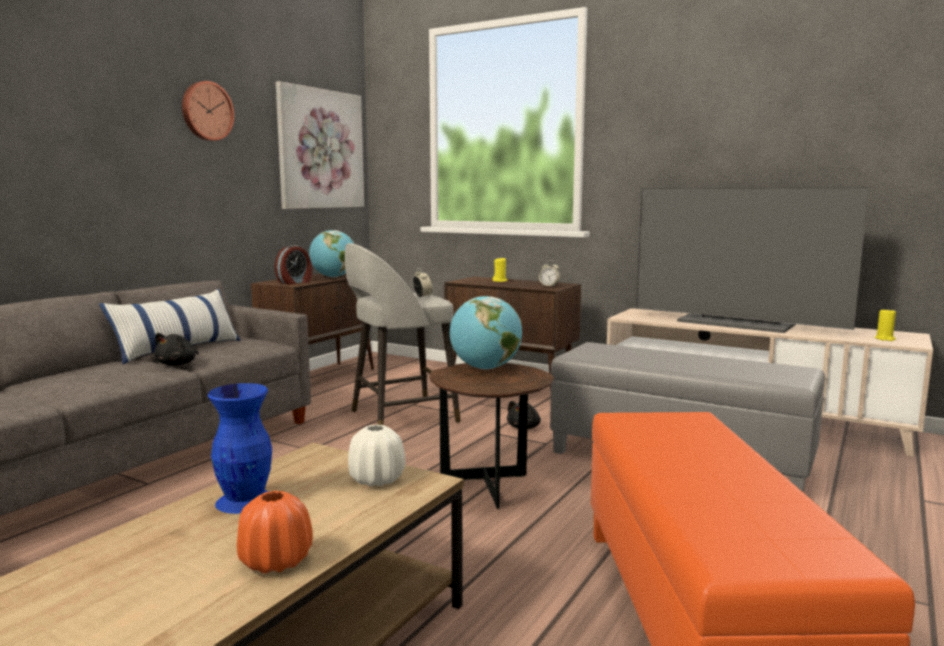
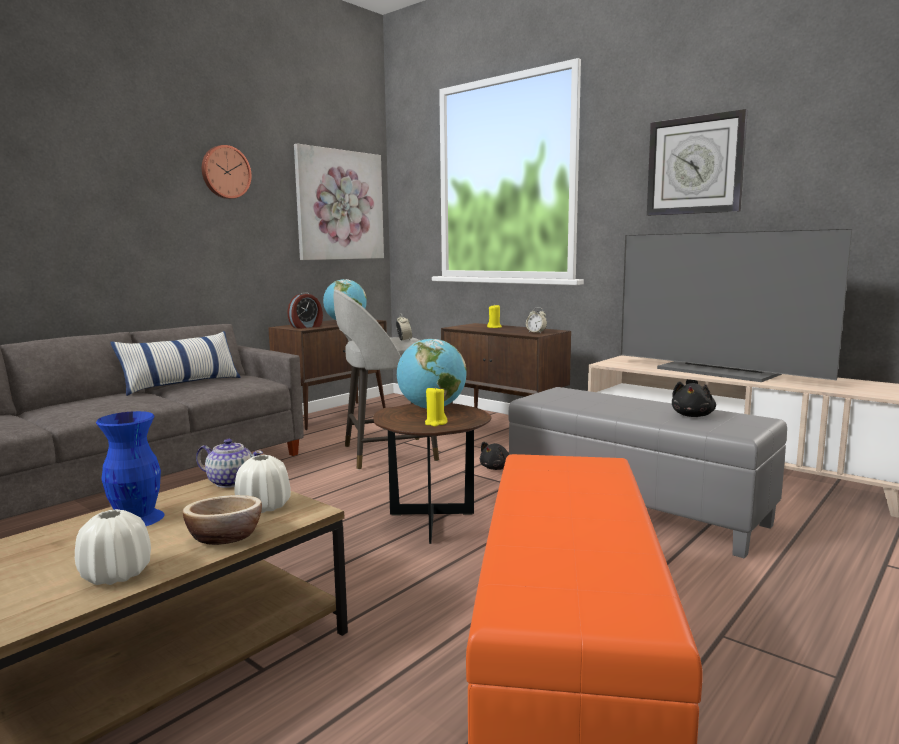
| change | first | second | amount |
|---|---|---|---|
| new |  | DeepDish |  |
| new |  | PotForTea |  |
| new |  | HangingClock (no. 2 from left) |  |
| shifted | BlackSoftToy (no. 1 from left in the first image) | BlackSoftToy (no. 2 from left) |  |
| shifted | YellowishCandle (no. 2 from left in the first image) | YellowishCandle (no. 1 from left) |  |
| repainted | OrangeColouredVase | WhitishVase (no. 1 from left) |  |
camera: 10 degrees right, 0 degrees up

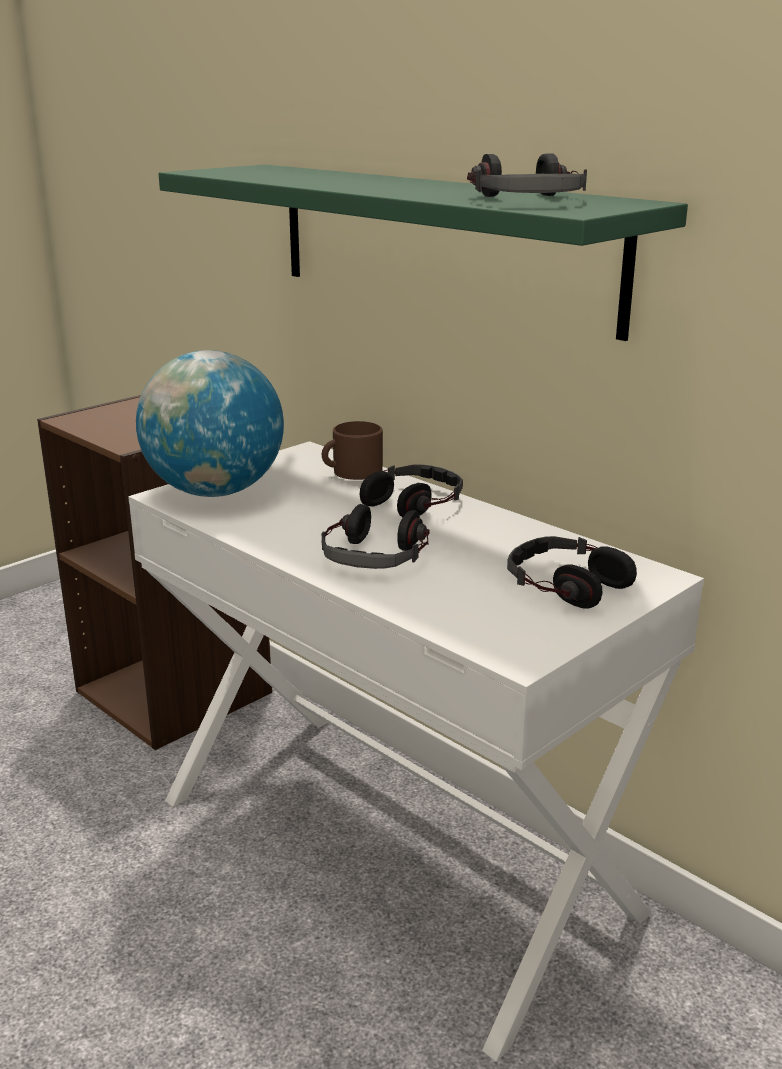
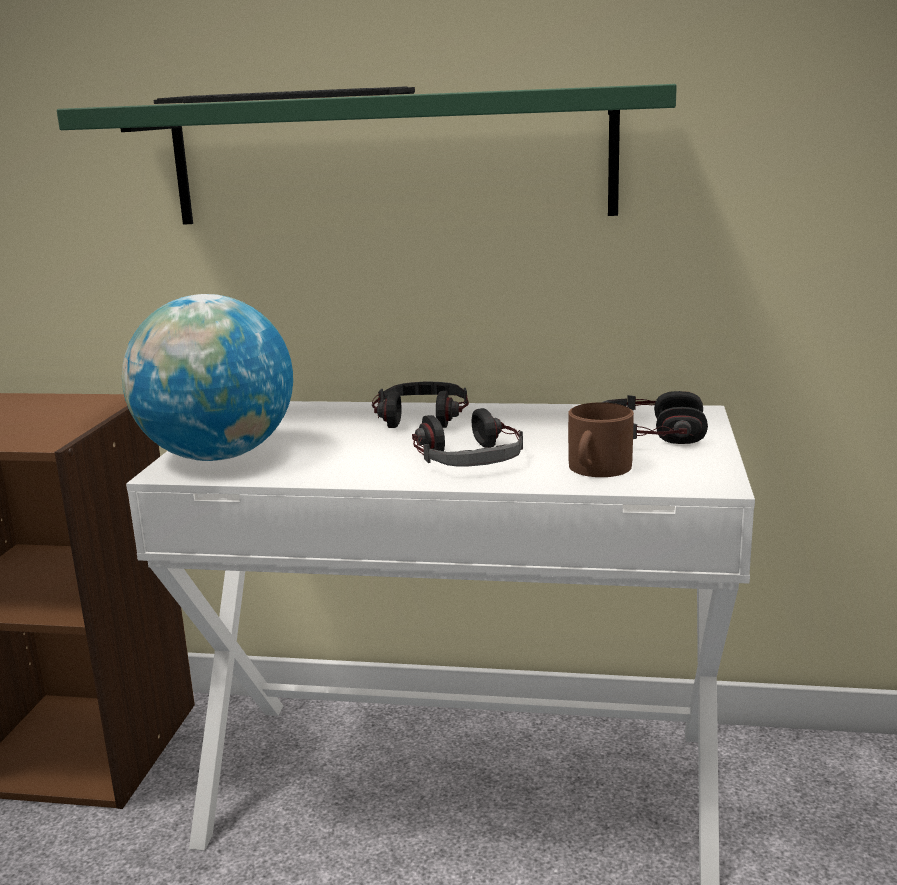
| change | first | second | amount |
|---|---|---|---|
| gone | Headphones (no. 3 from left) |  |  |
| new |  | Keyboard |  |
| shifted | BrownTeaMug |  |  |
camera: 35 degrees left, 5 degrees down

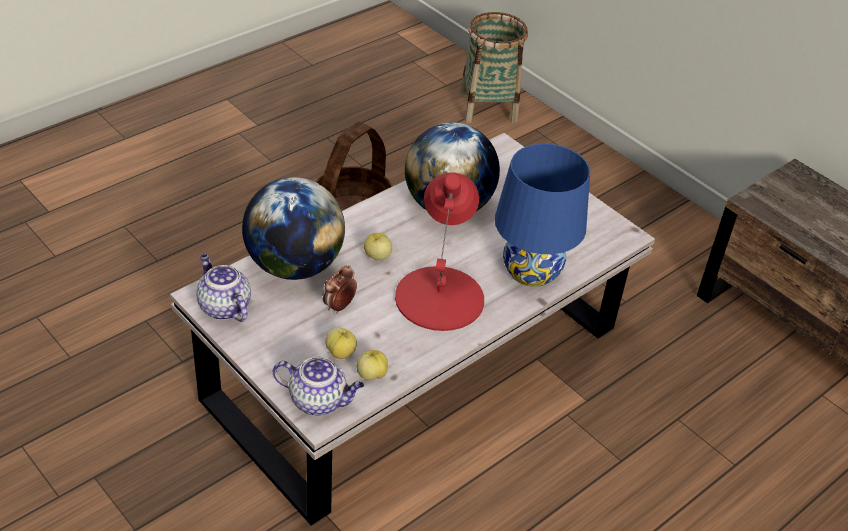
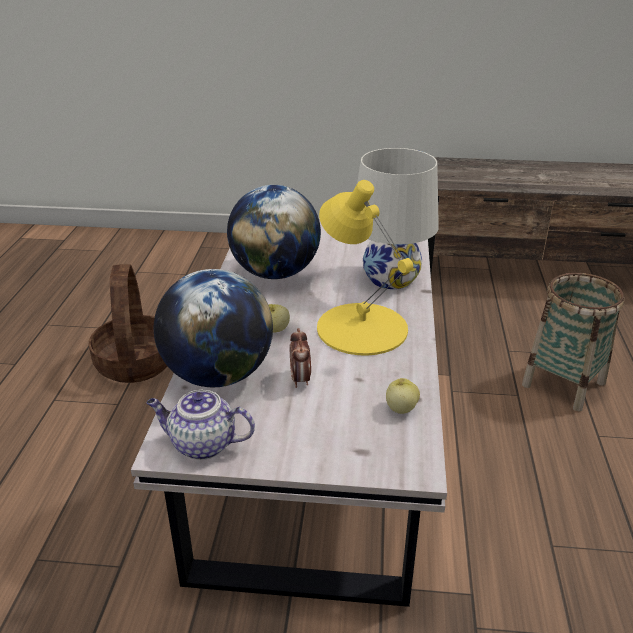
| change | first | second | amount |
|---|---|---|---|
| gone | PotForTea (no. 2 from left) |  |  |
| gone | WholeApple (no. 1 from left) |  |  |
| shifted | Basket (no. 2 from left) |  |  |
| repainted | ReddishLampForATable | YellowishLampForATable |  |
| repainted | BluishLampForATable | WhitishLampForATable |  |
camera: 40 degrees left, 10 degrees down

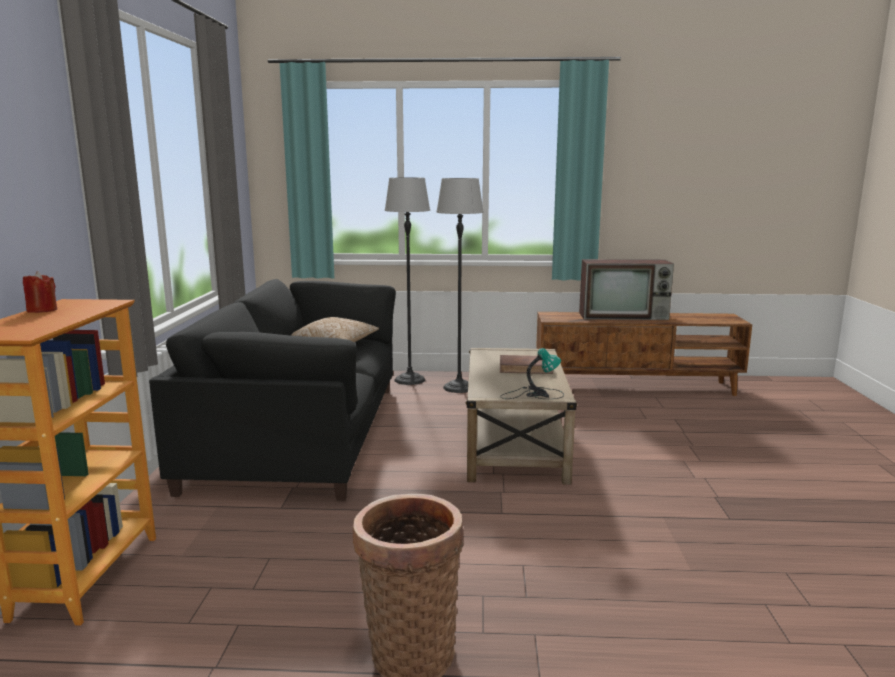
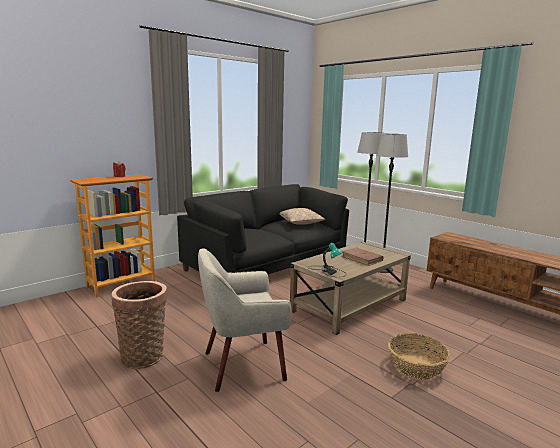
| change | first | second | amount |
|---|---|---|---|
| gone | Television |  |  |
| new |  | BeigeArmchair |  |
| new |  | Basket (no. 2 from left) |  |
camera: 45 degrees right, 0 degrees up

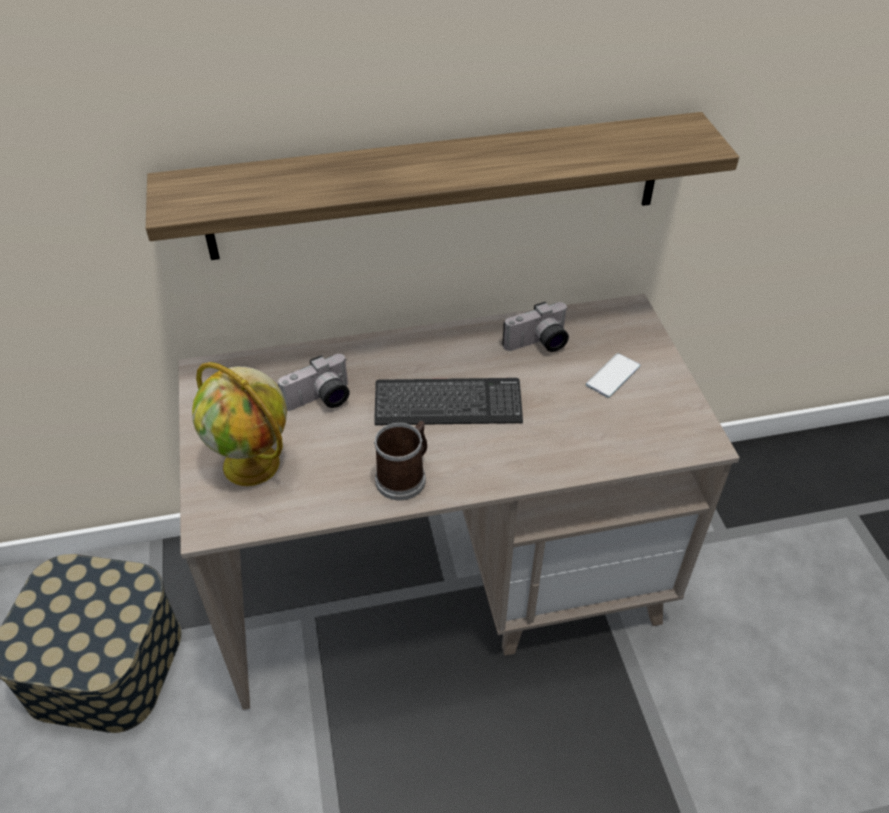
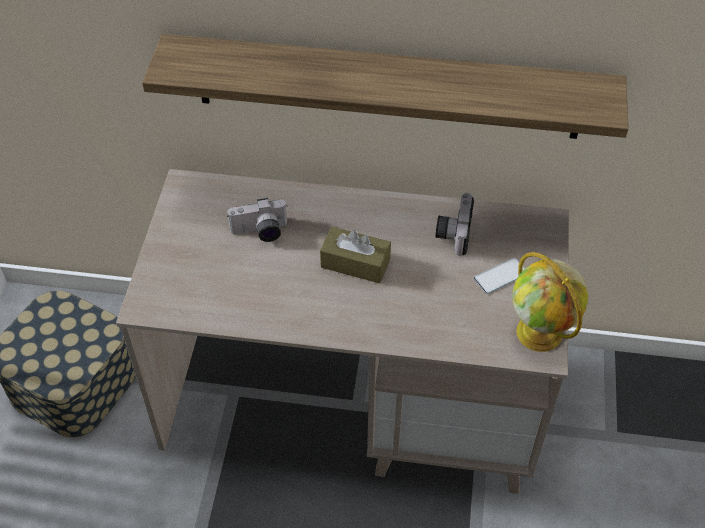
| change | first | second | amount |
|---|---|---|---|
| gone | TeaMug |  |  |
| shifted | DeskGlobe |  |  |
| swapped | Keyboard | BrownBoxOfTissues |  |
| rotated | PhotoCamera (no. 2 from left) |  | 105 degrees clockwise |
camera: 20 degrees right, 5 degrees up

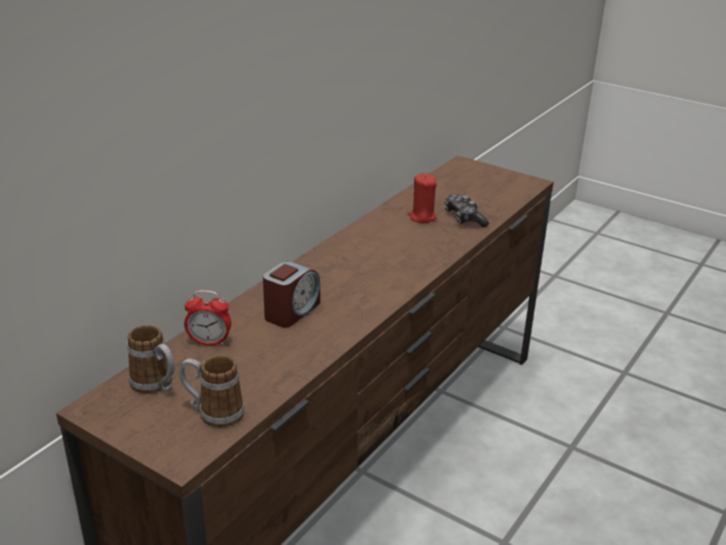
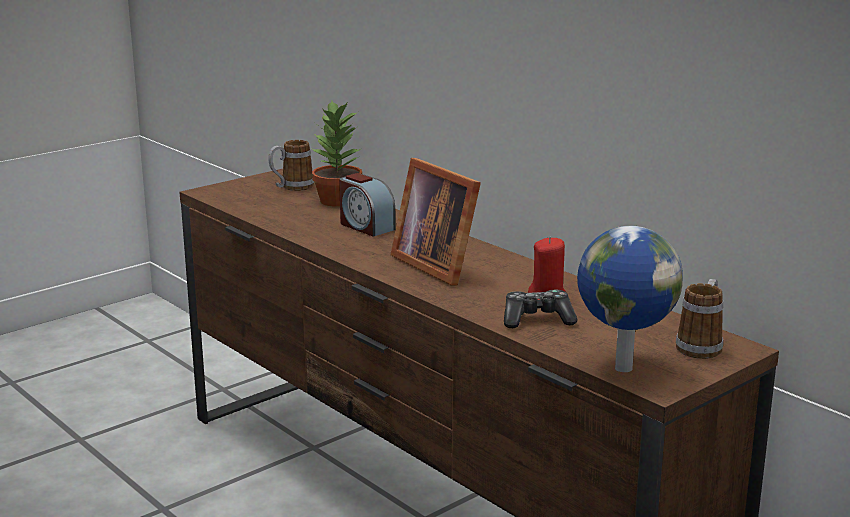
| change | first | second | amount |
|---|---|---|---|
| new |  | PictureFrame |  |
| new |  | DeskGlobe |  |
| shifted | TeaMug (no. 2 from left) |  |  |
| swapped | BedsideClock (no. 1 from left) | PottedPlant |  |
camera: 105 degrees right, 10 degrees down

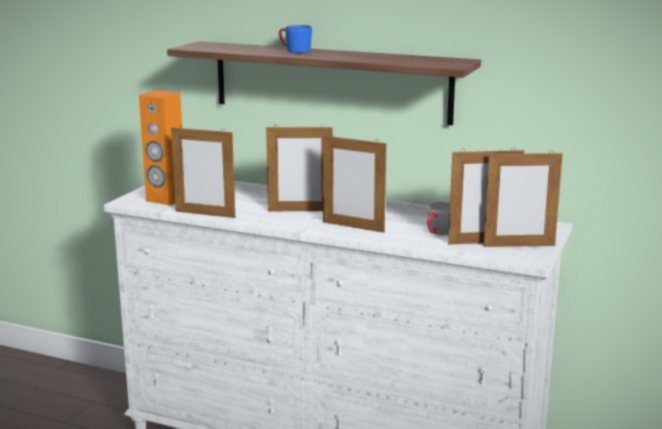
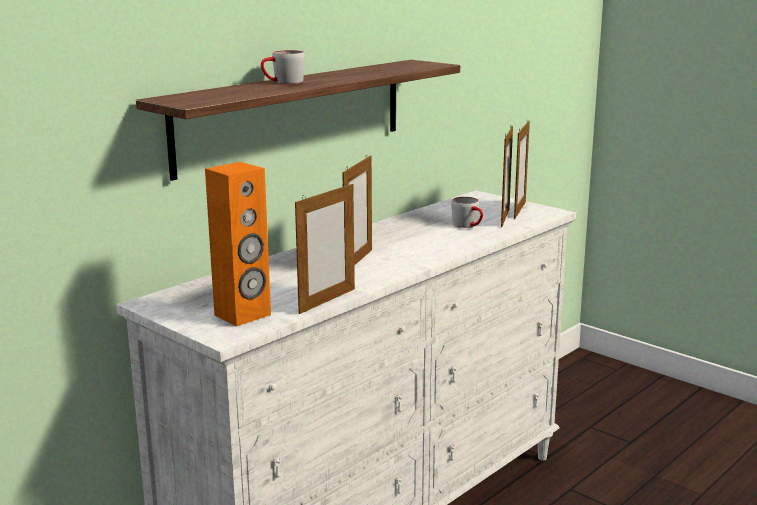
| change | first | second | amount |
|---|---|---|---|
| gone | PictureFrame (no. 3 from left) |  |  |
| repainted | BluishTeaMug | GreyishTeaMug (no. 1 from left) |  |
camera: 70 degrees left, 0 degrees up

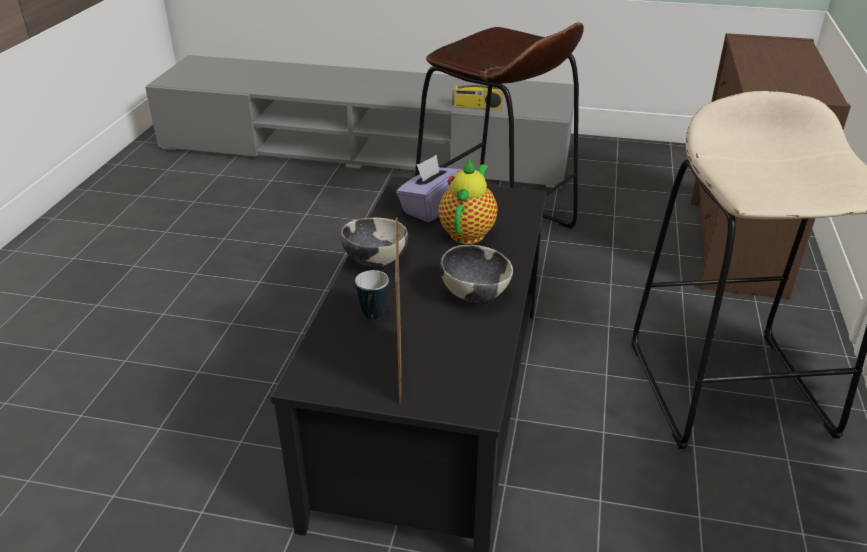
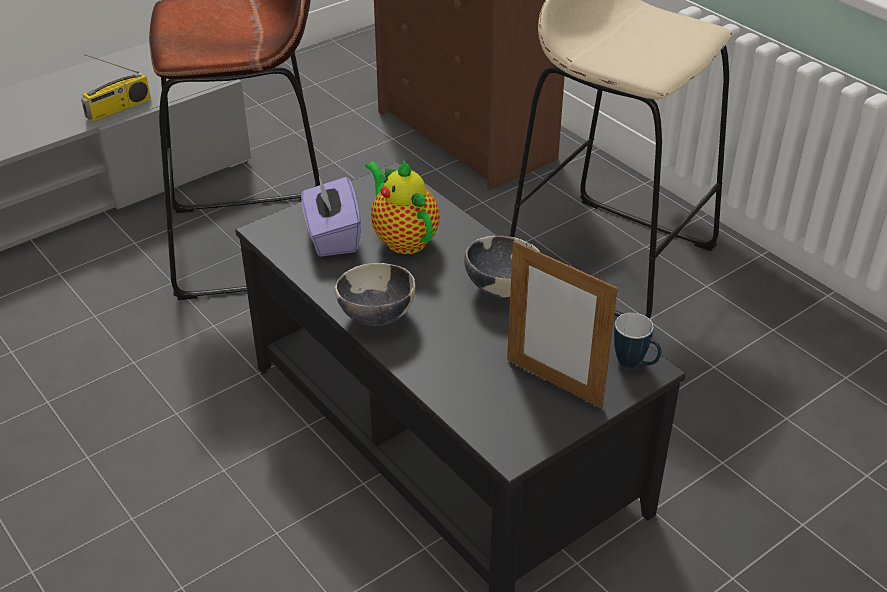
| change | first | second | amount |
|---|---|---|---|
| shifted | TeaMug |  |  |
camera: 50 degrees left, 5 degrees up

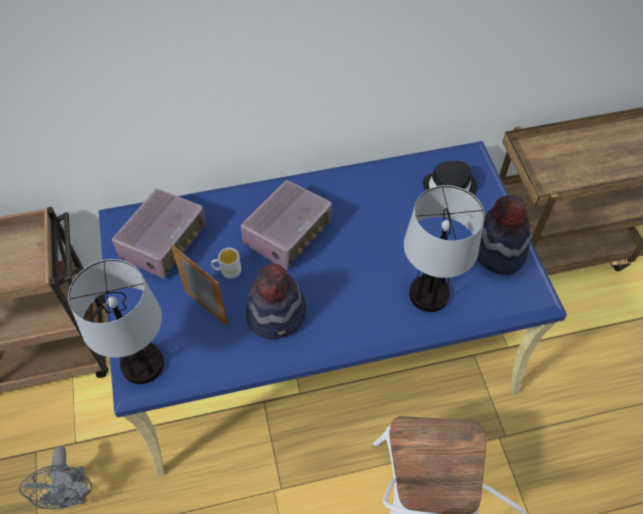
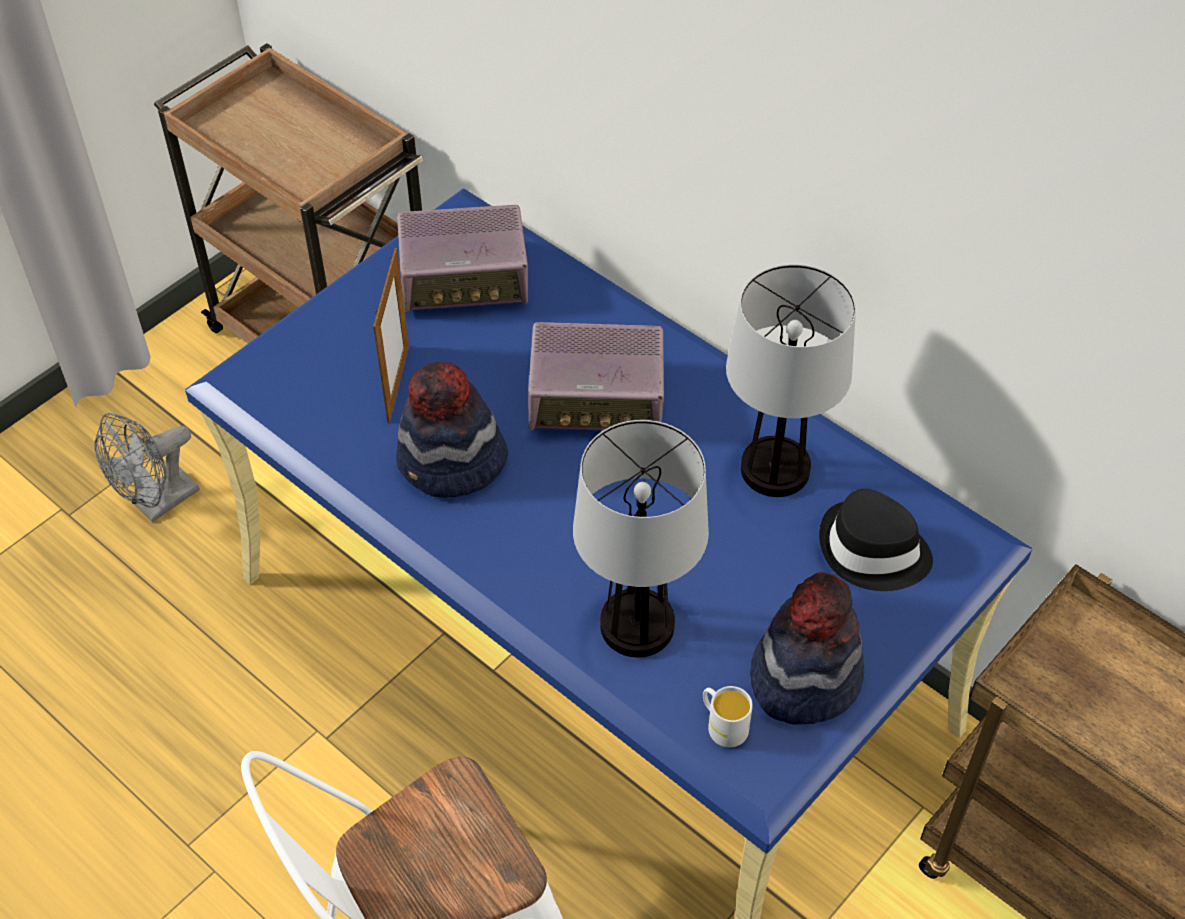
| change | first | second | amount |
|---|---|---|---|
| shifted | LampForATable (no. 1 from left in the first image) | LampForATable (no. 2 from left) |  |
| shifted | WhitishTeaMug |  |  |
camera: 55 degrees right, 5 degrees down

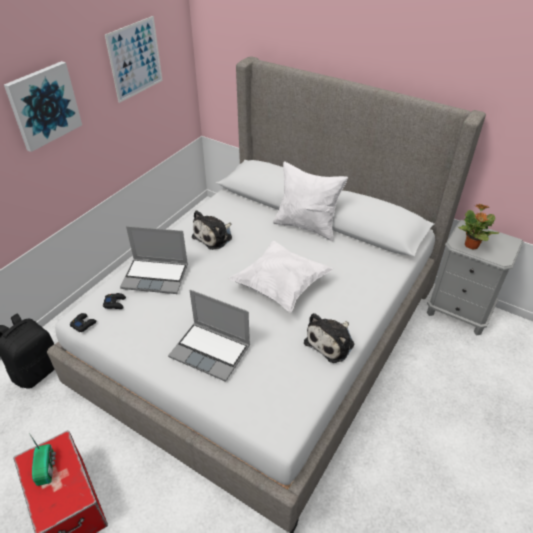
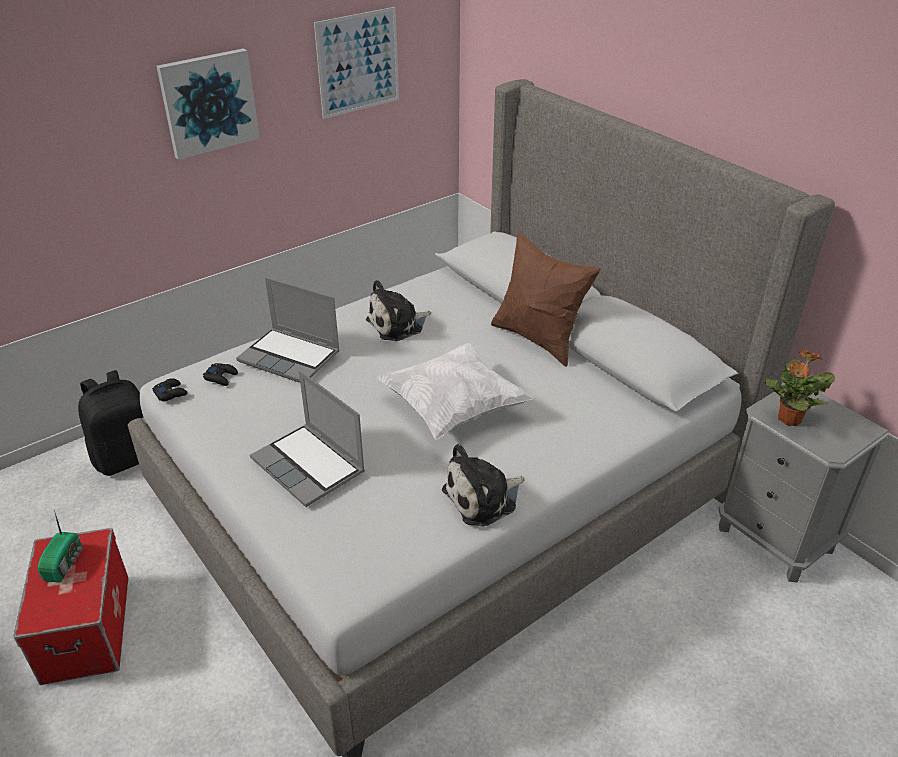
| change | first | second | amount |
|---|---|---|---|
| repainted | WhitishThrowPillow (no. 2 from left) | BrownThrowPillow |  |
camera: 20 degrees right, 5 degrees down

